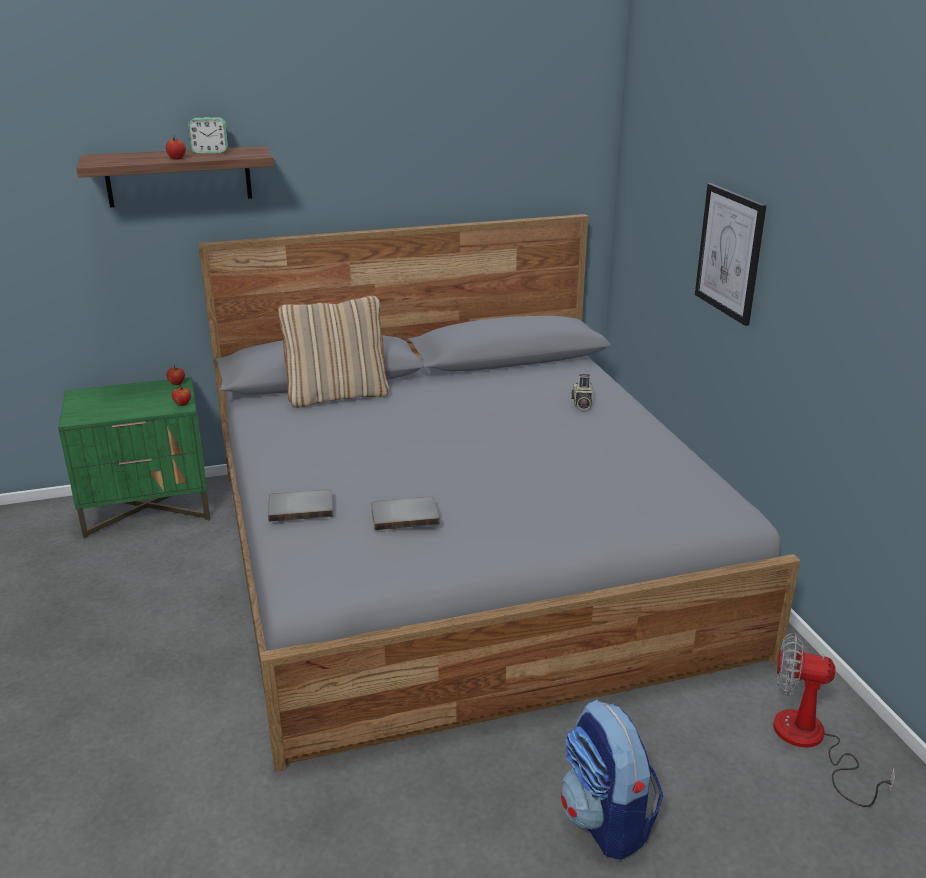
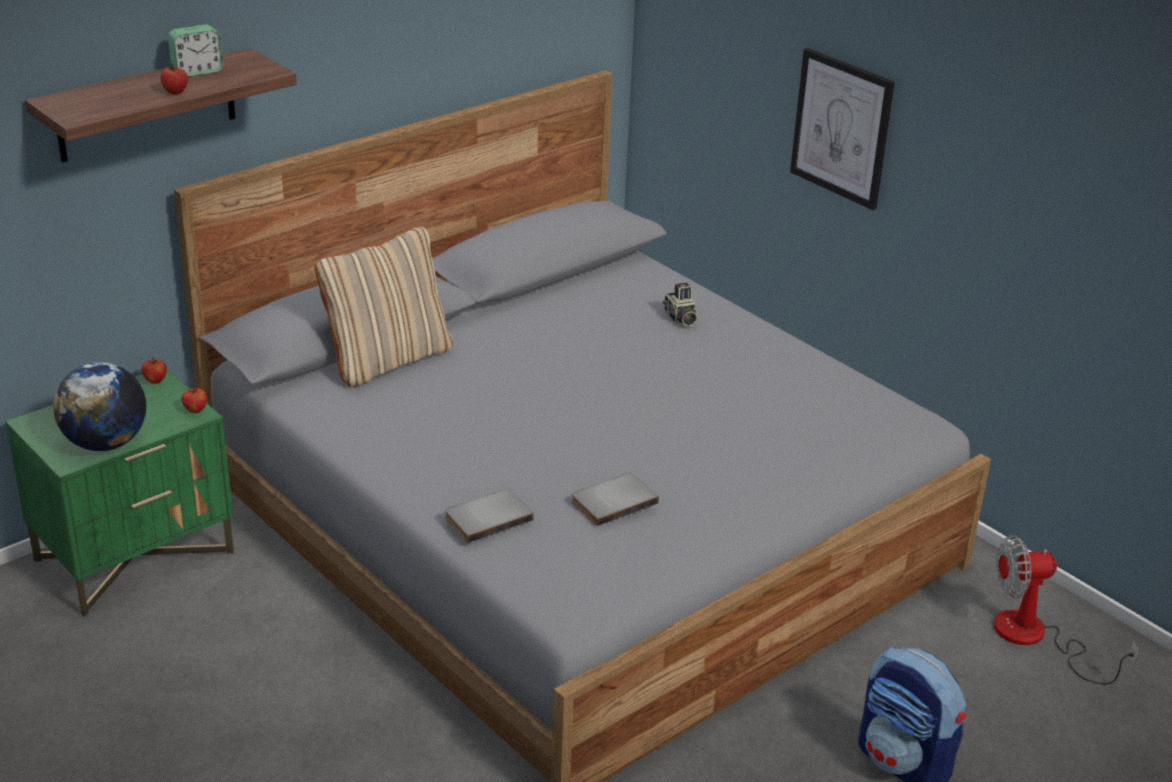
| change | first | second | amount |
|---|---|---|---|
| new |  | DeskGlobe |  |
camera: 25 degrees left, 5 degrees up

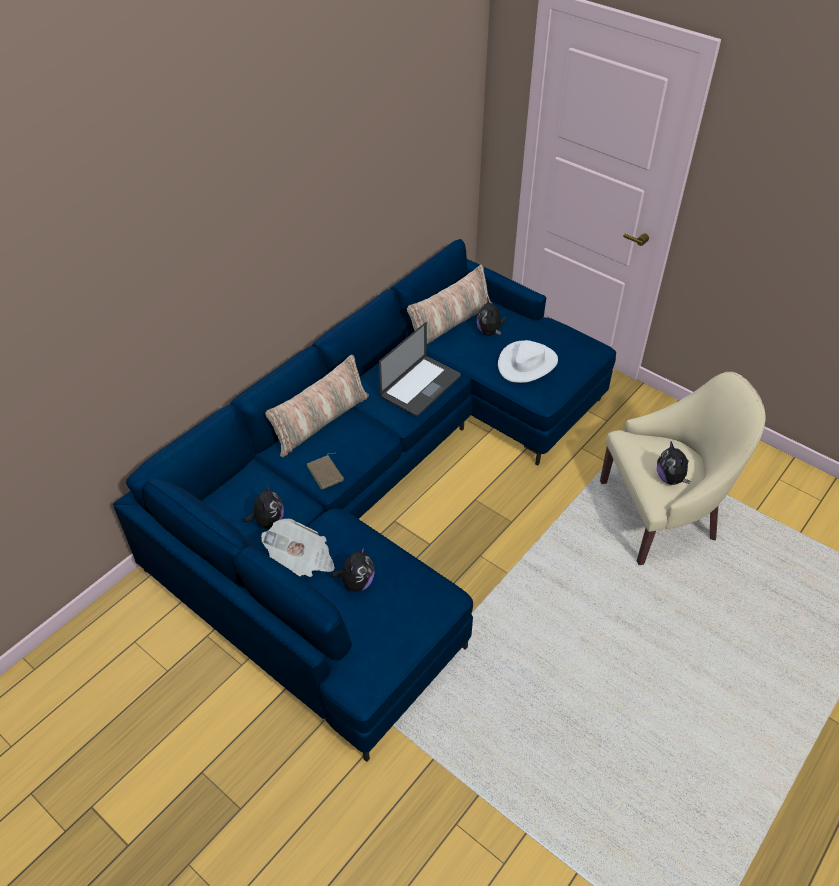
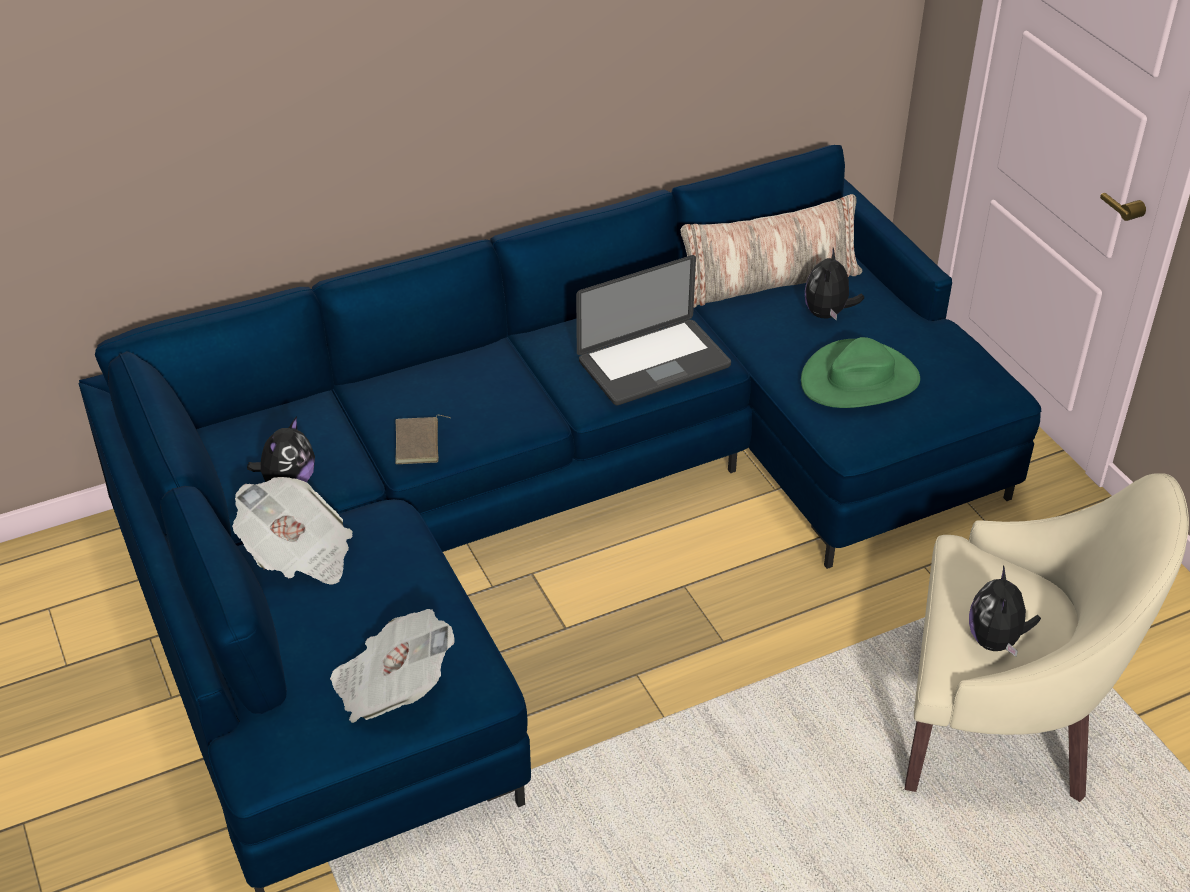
| change | first | second | amount |
|---|---|---|---|
| gone | ThrowPillow (no. 1 from left) |  |  |
| gone | SoftToy (no. 2 from left) |  |  |
| new |  | DailyPaper (no. 2 from left) |  |
| repainted | WhitishHat | GreenColouredHat |  |
camera: 25 degrees right, 5 degrees down

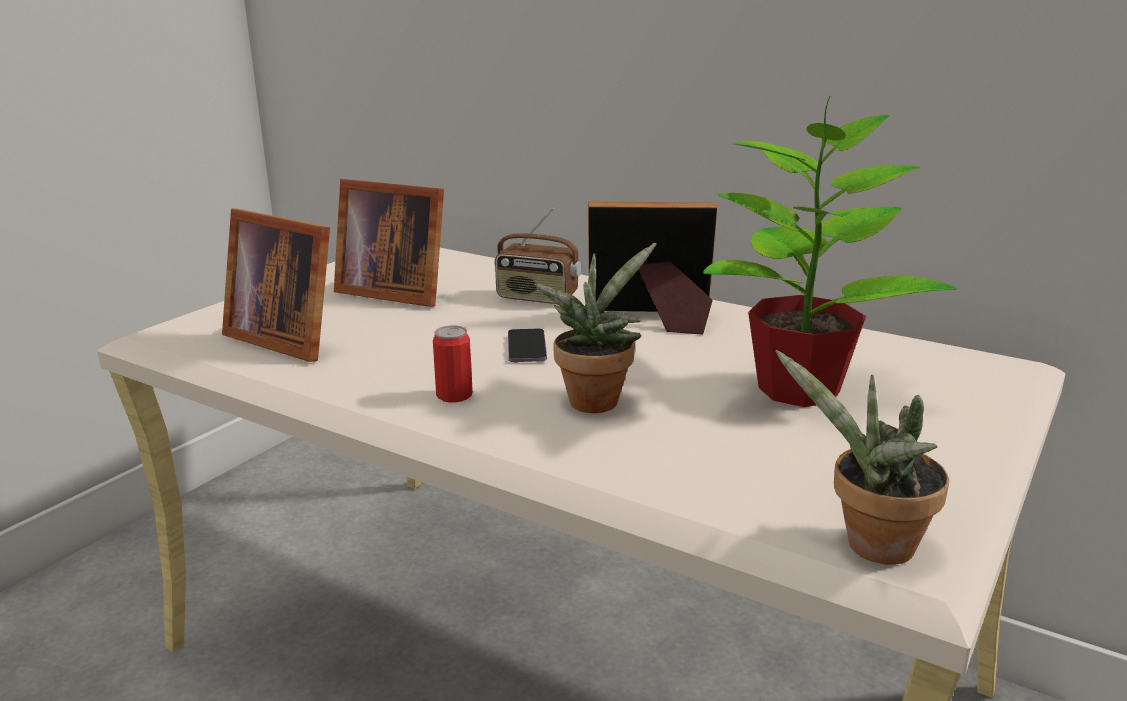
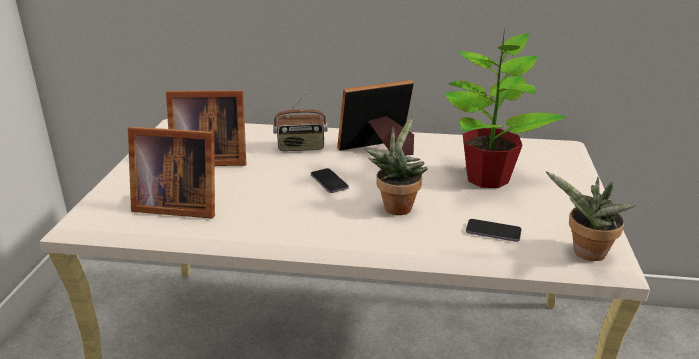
| change | first | second | amount |
|---|---|---|---|
| gone | Can |  |  |
| new |  | Phone (no. 2 from left) |  |
camera: 25 degrees left, 5 degrees up

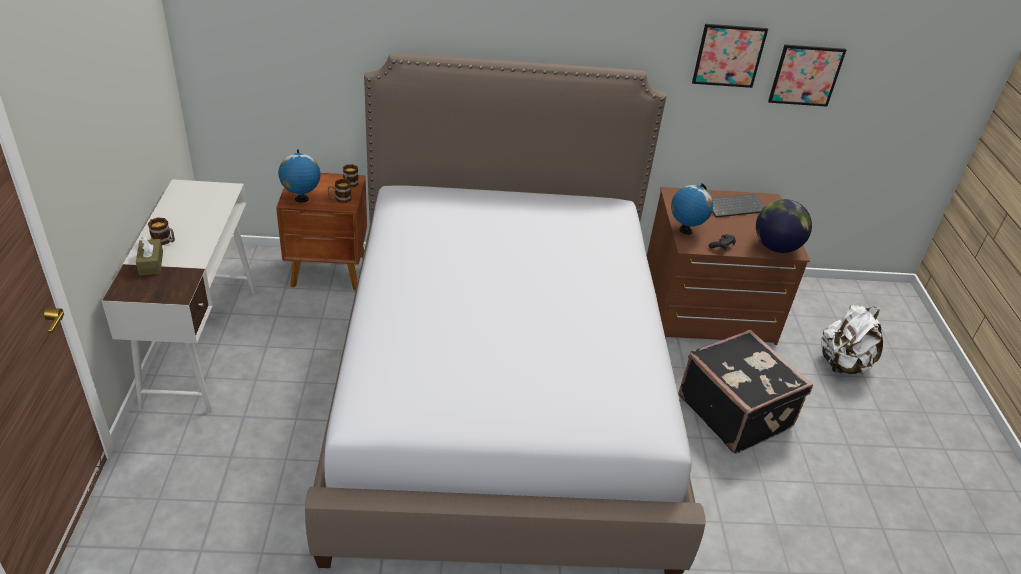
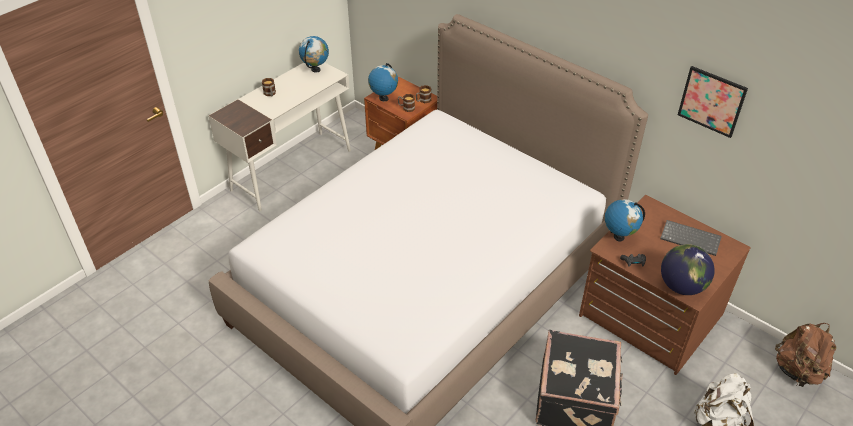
| change | first | second | amount |
|---|---|---|---|
| gone | BrownBoxOfTissues |  |  |
| gone | WallArt (no. 2 from left) |  |  |
| new |  | DeskGlobe (no. 1 from left) |  |
| new |  | BrownRucksack |  |
camera: 45 degrees right, 5 degrees up

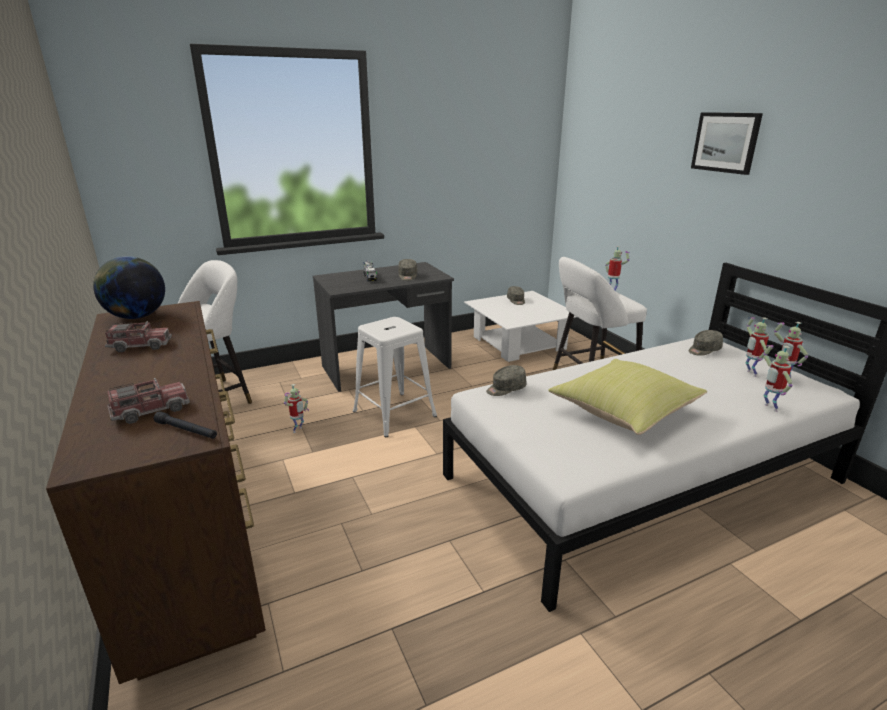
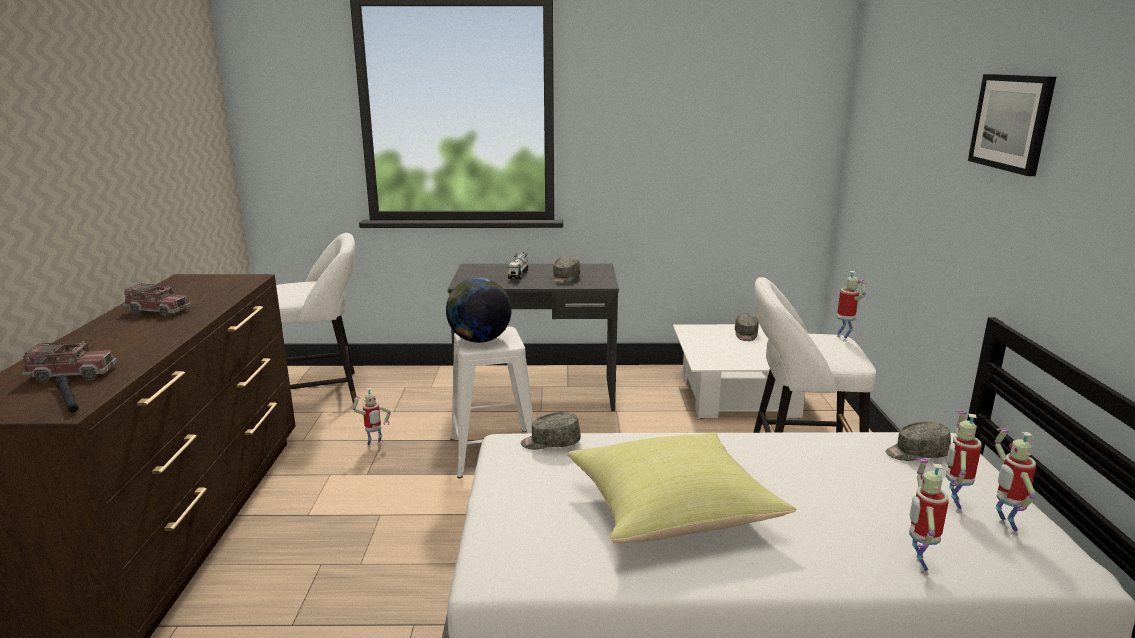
| change | first | second | amount |
|---|---|---|---|
| shifted | DeskGlobe |  |  |
camera: 25 degrees right, 5 degrees down

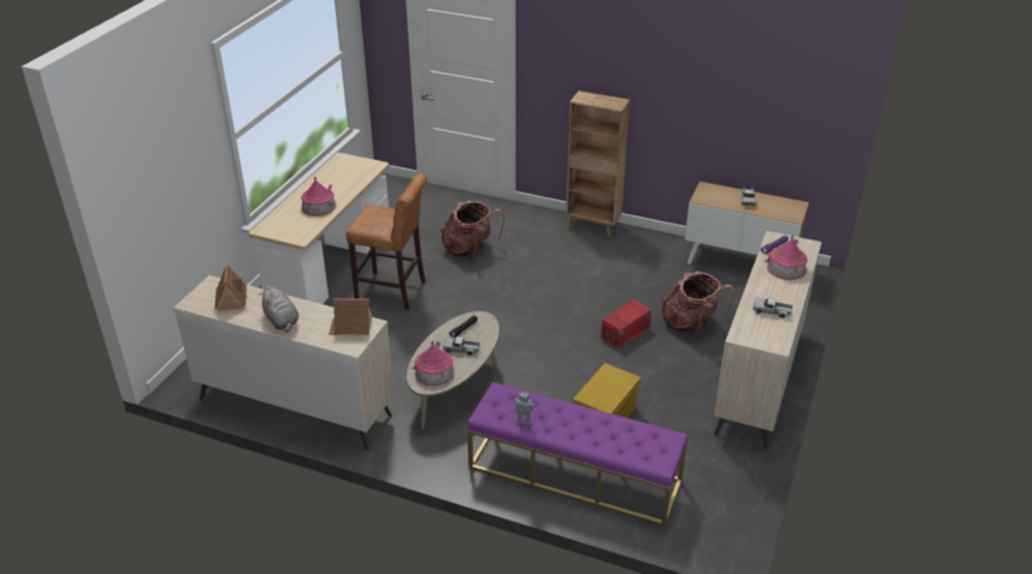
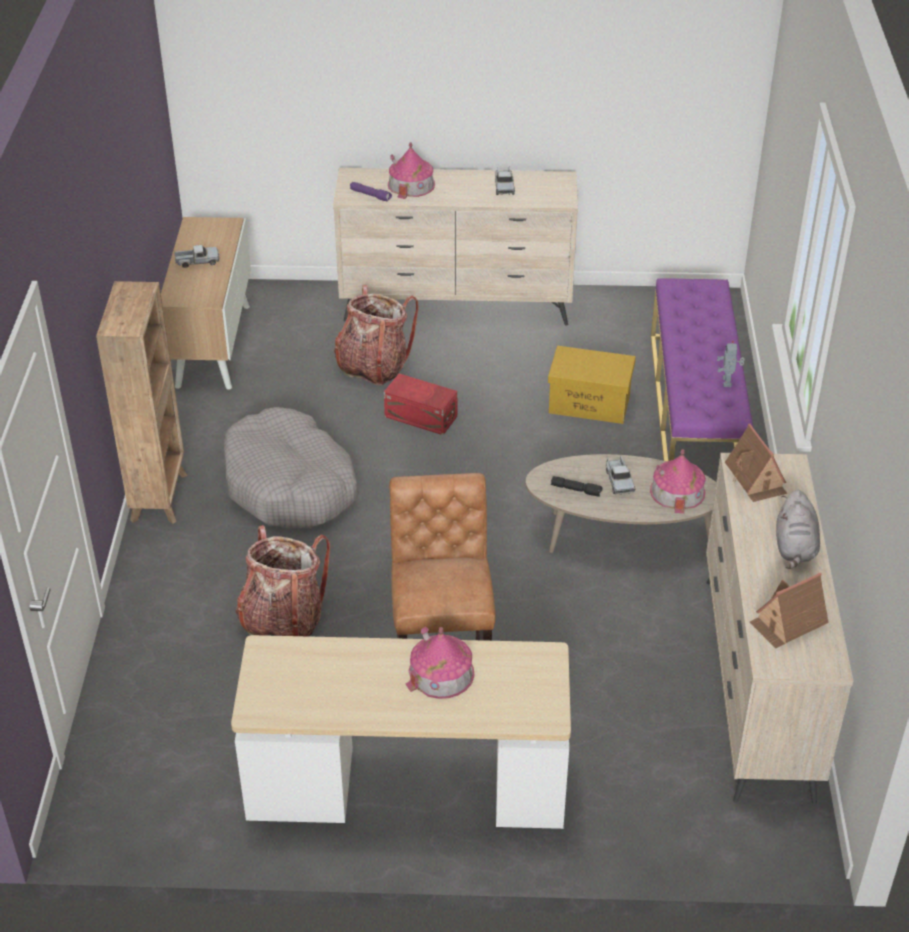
| change | first | second | amount |
|---|---|---|---|
| new |  | GreyishDogBed |  |
| rotated | GreyishSoftToy |  | 150 degrees clockwise |
camera: 110 degrees left, 5 degrees up

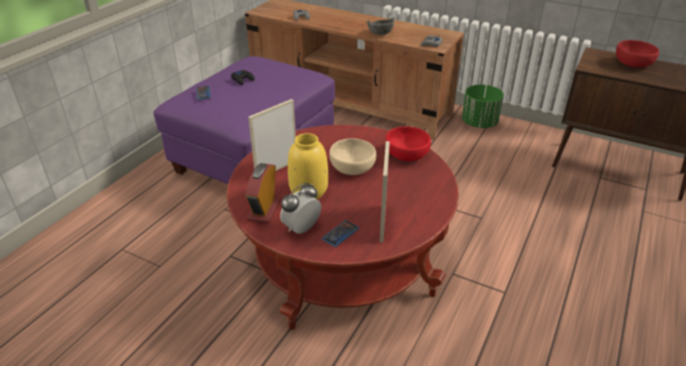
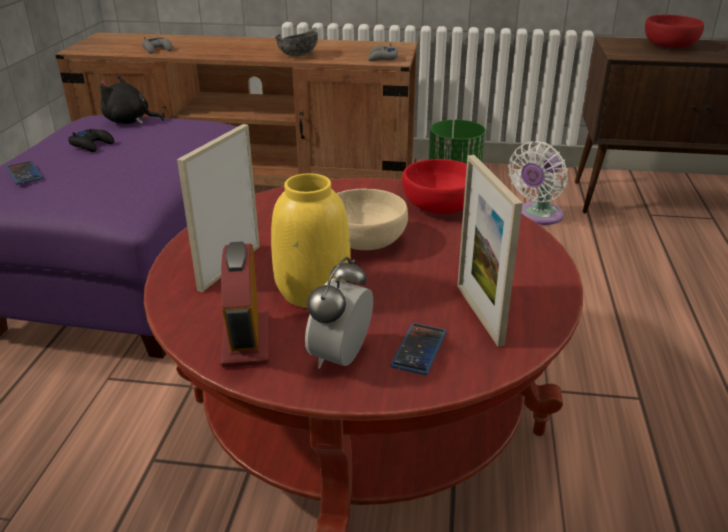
| change | first | second | amount |
|---|---|---|---|
| new |  | BlackSoftToy |  |
| new |  | WhitishCoolingFan |  |
camera: 20 degrees left, 5 degrees down

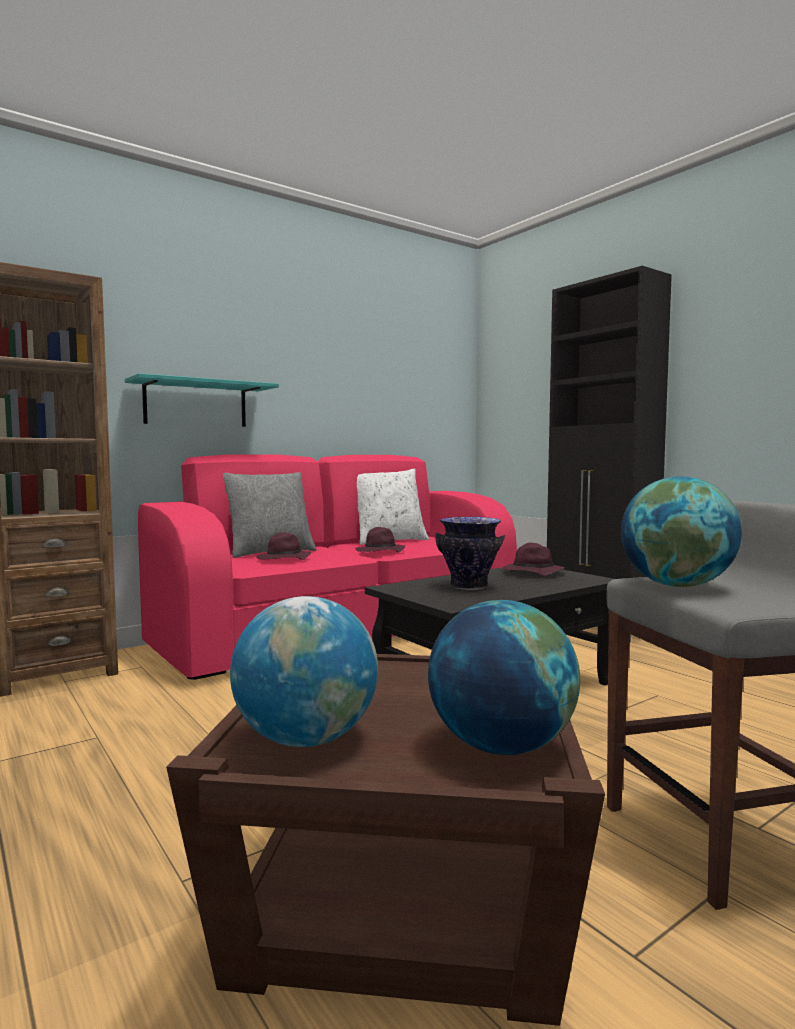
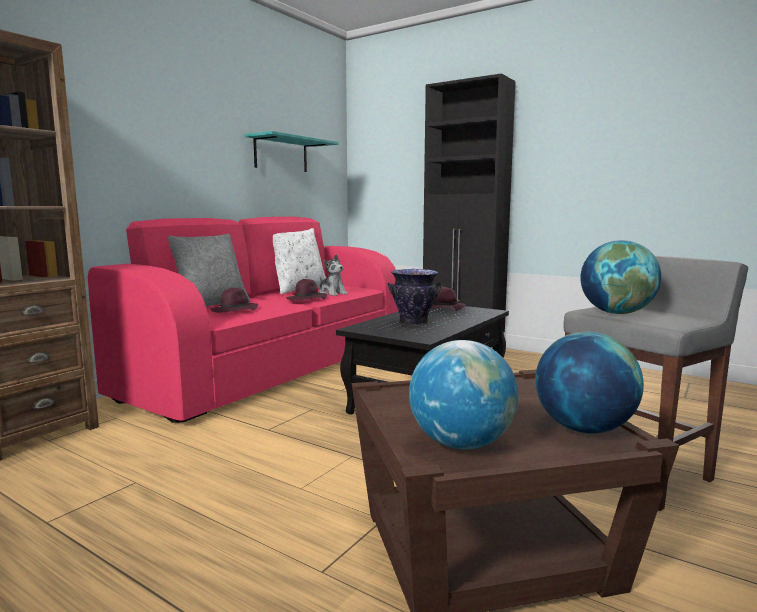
| change | first | second | amount |
|---|---|---|---|
| new |  | SoftToy |  |
| shifted | BlueGreenBracketShelf |  |  |
camera: 20 degrees left, 5 degrees up

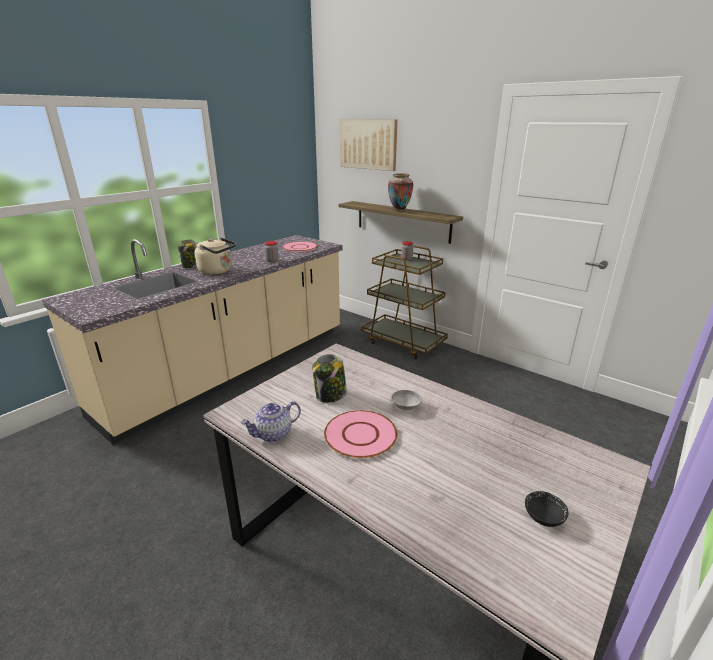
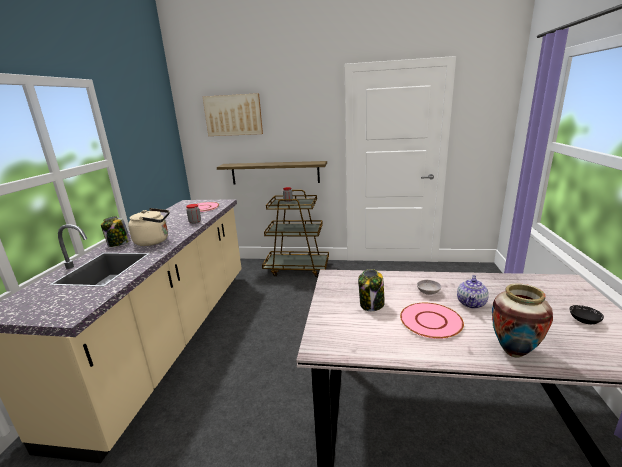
| change | first | second | amount |
|---|---|---|---|
| shifted | PotForTea |  |  |
| shifted | Vase |  |  |
camera: 30 degrees left, 5 degrees down

